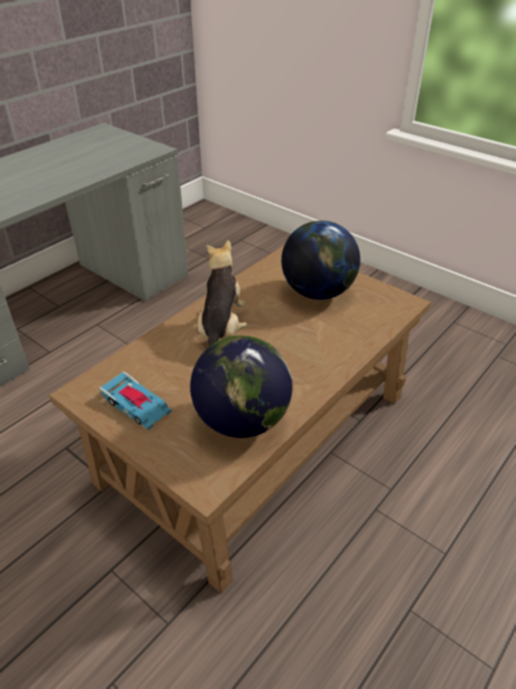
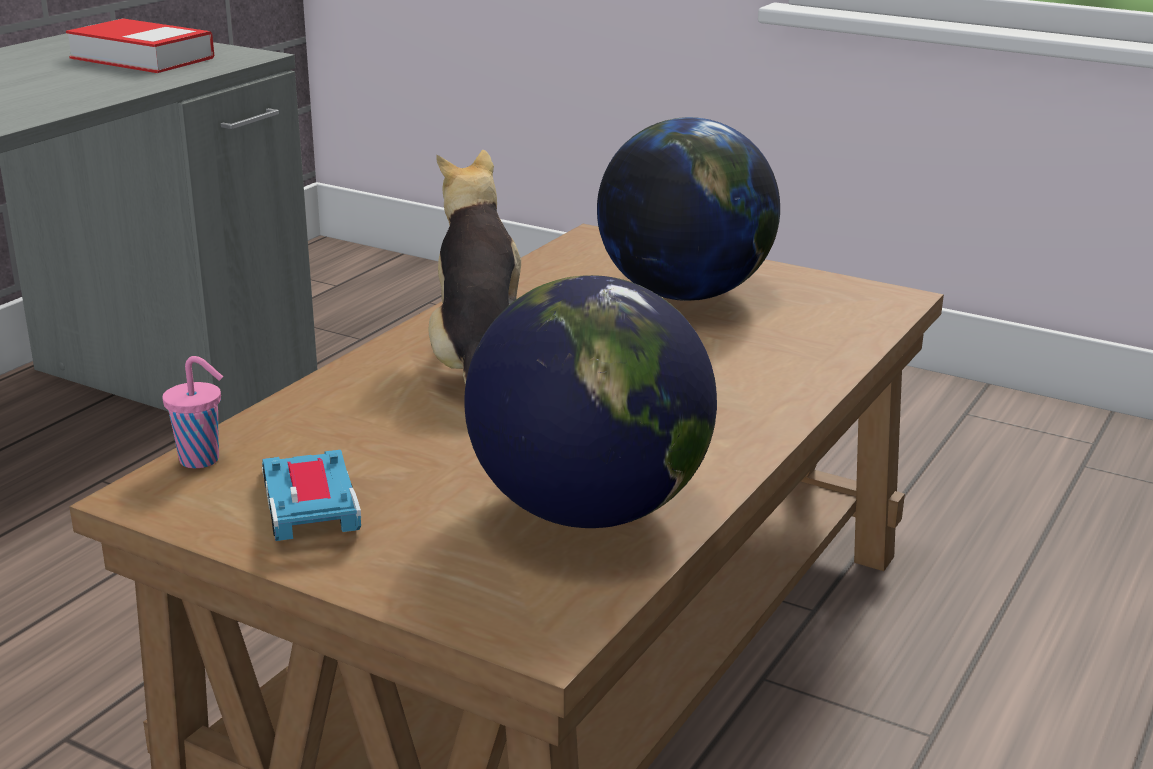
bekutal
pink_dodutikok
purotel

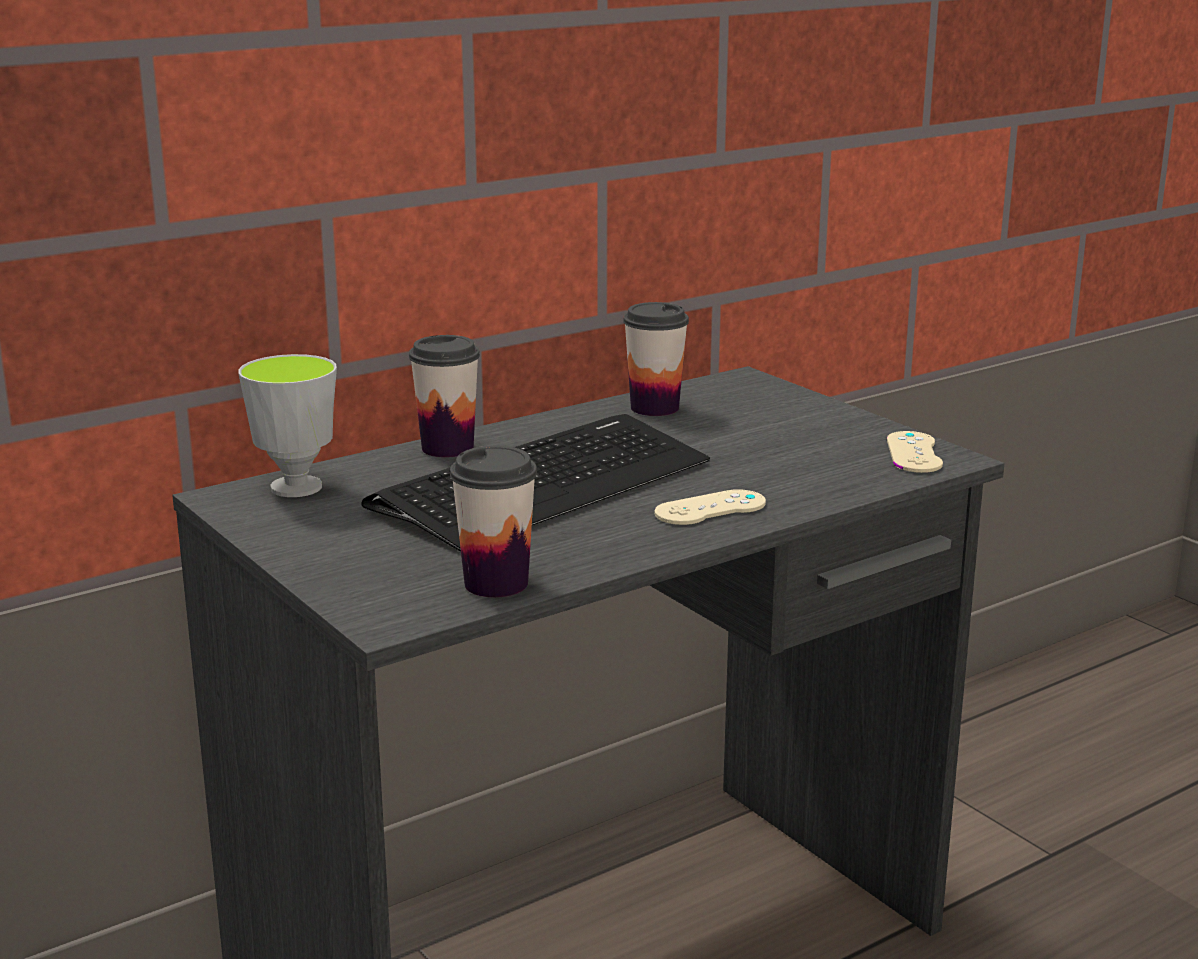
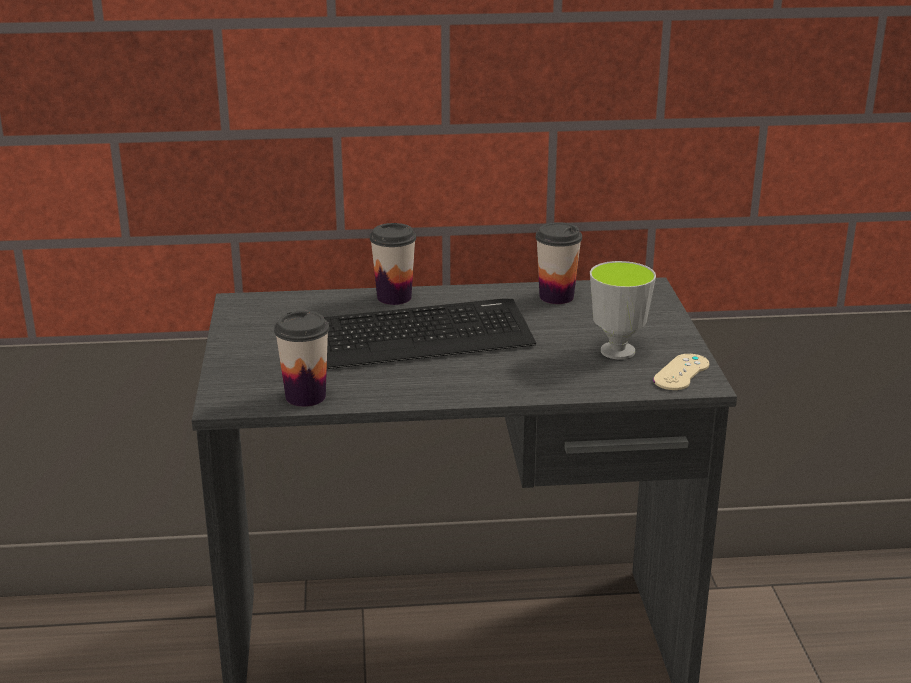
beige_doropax (1st from left in the first image)
dodutikok (4th from left)

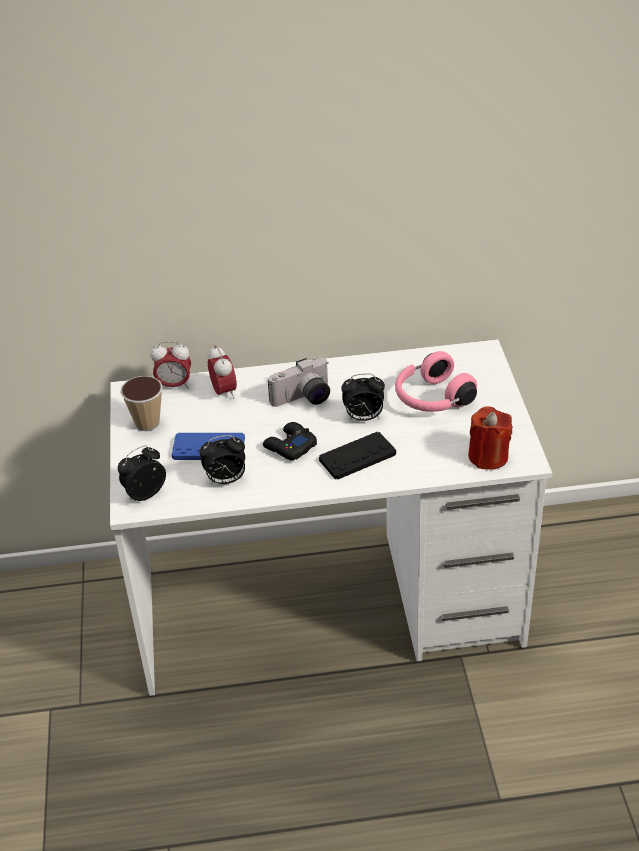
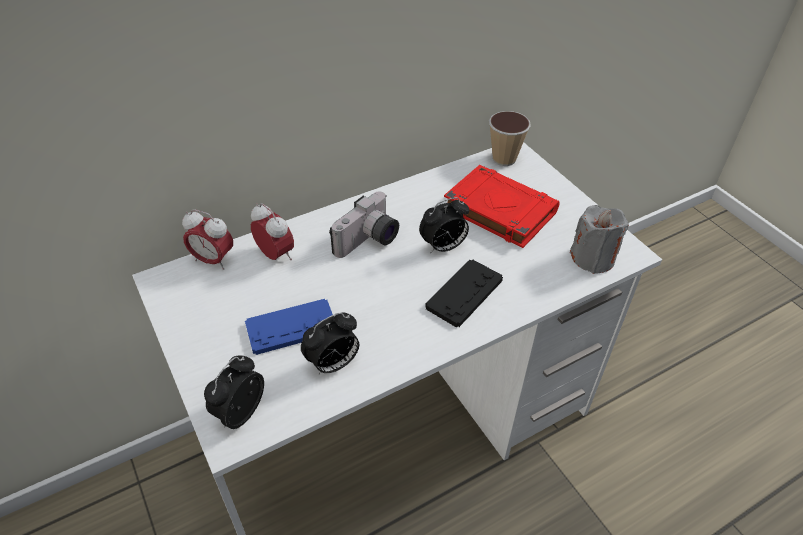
black_doropax (1st from left in the first image)
dodutikok
red_bekutal
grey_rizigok
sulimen (1st from left)

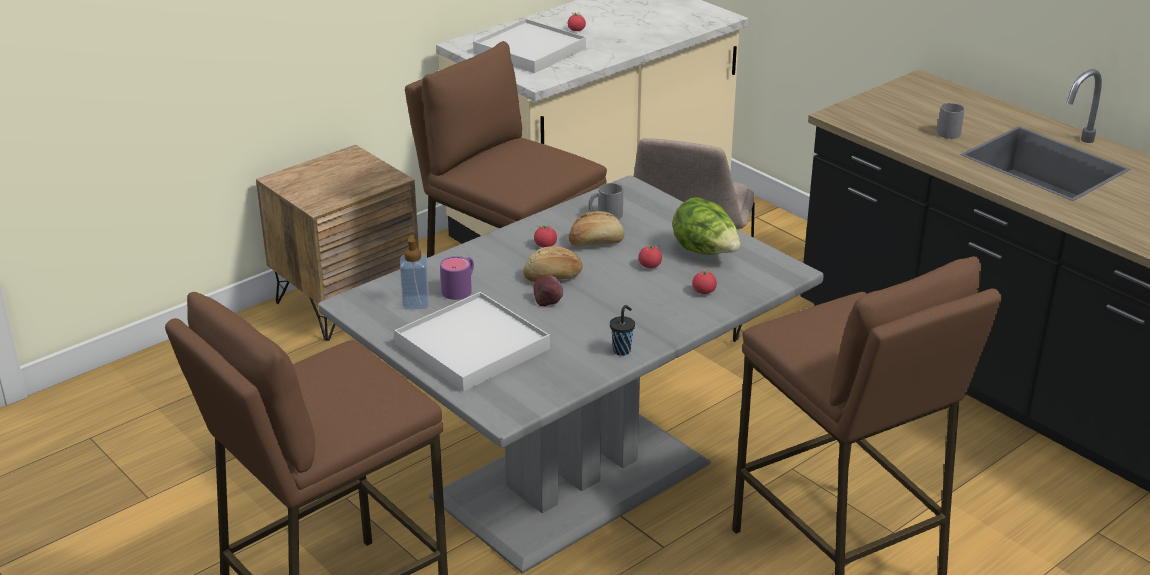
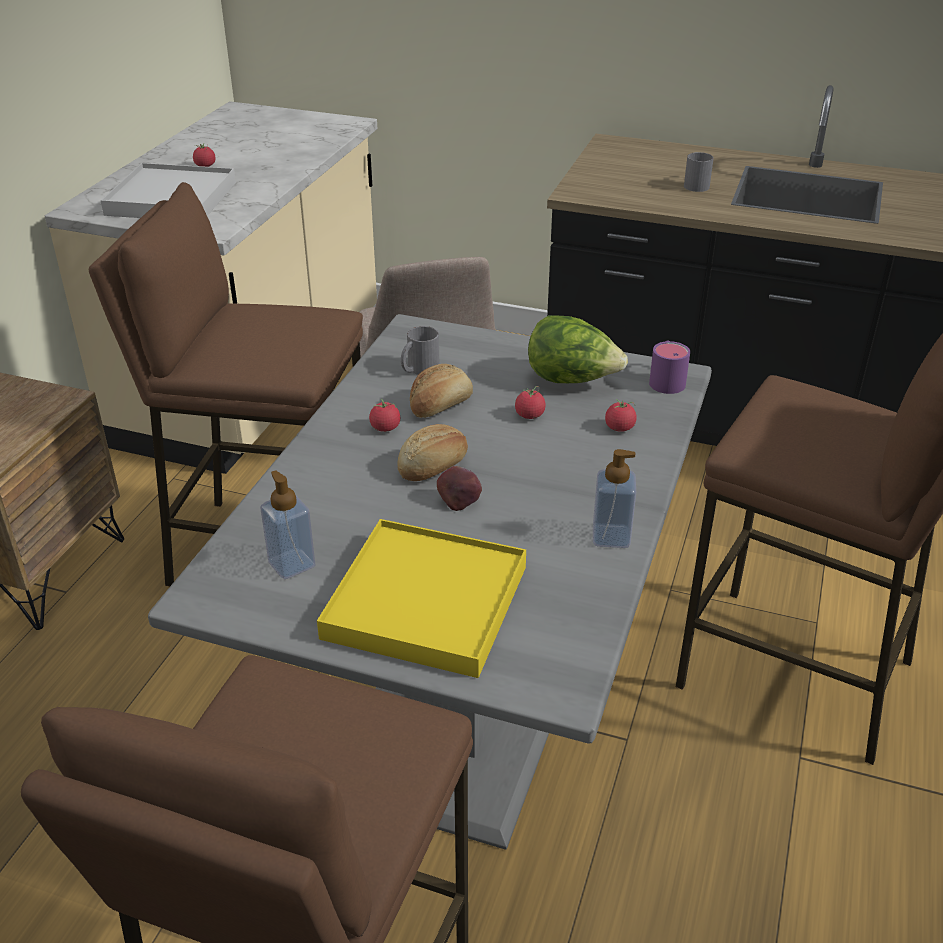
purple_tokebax
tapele (2nd from left)
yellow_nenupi

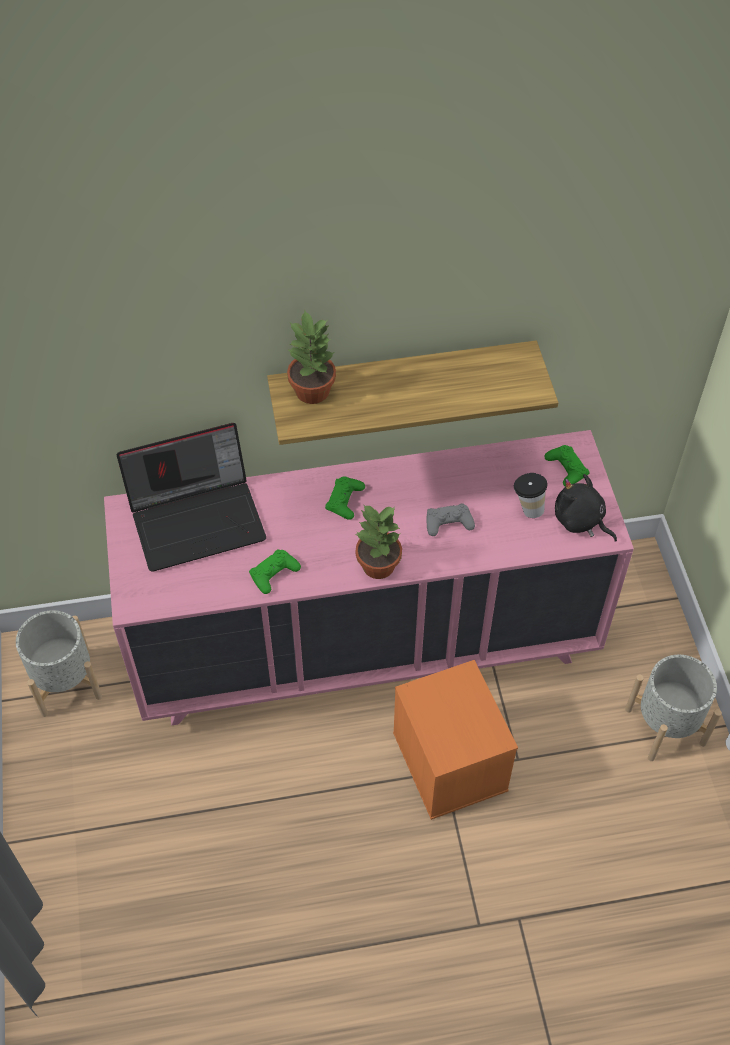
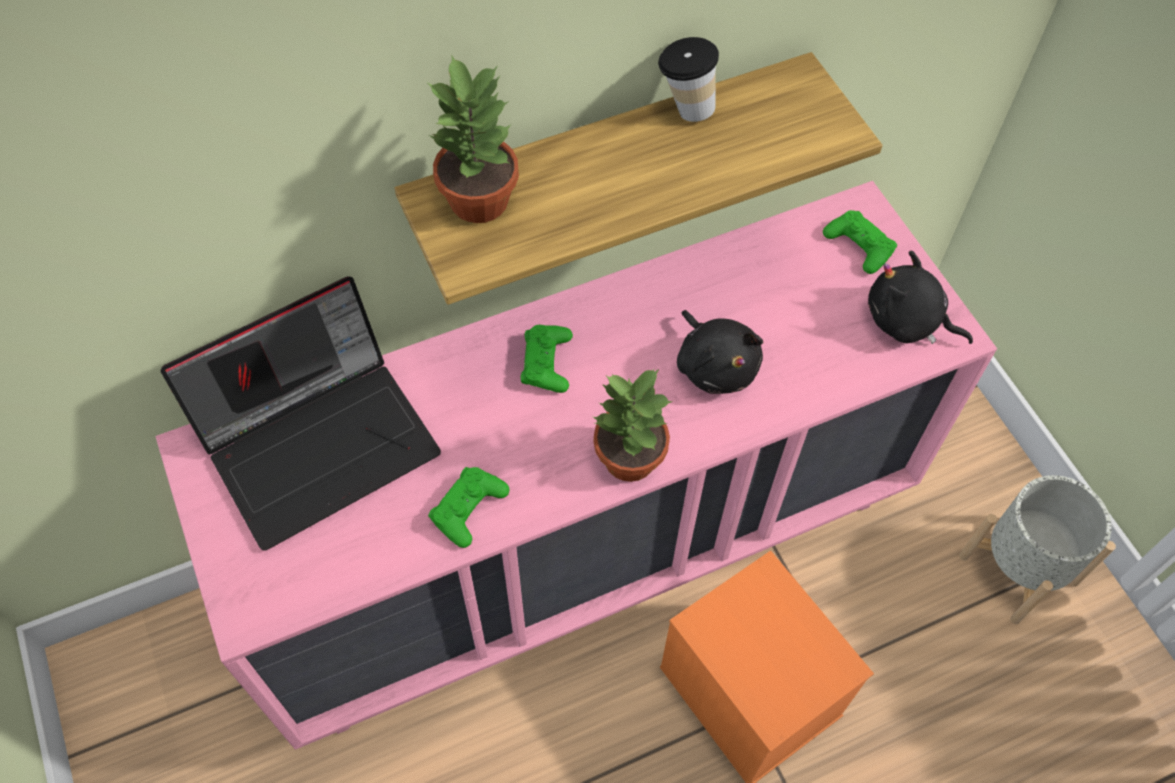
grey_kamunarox (1st from left in the first image)
dodutikok
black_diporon (1st from left)

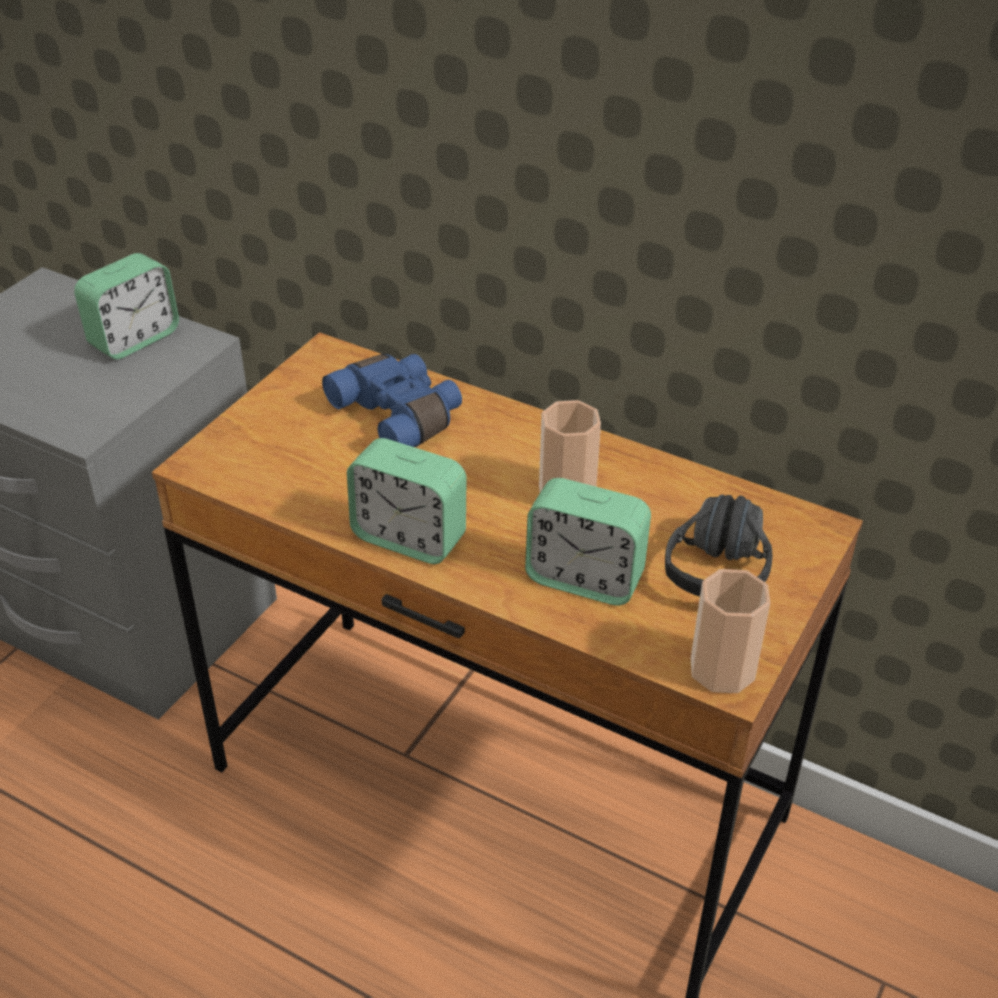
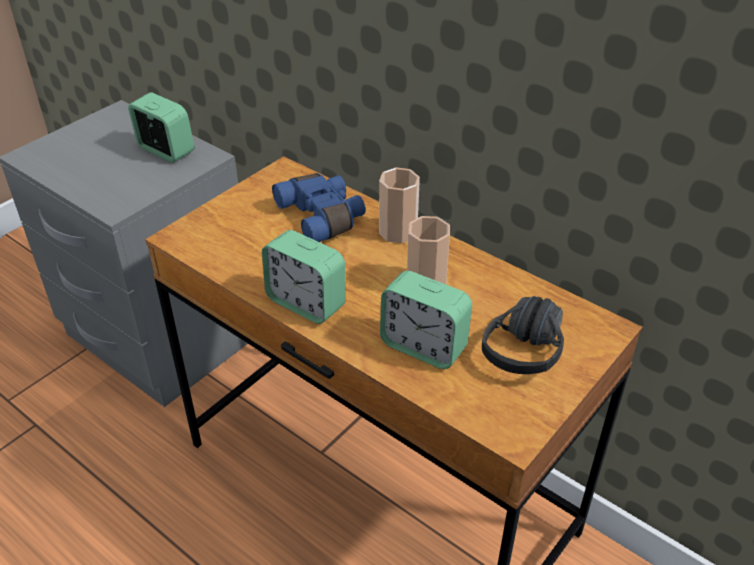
dodutikok (1st from left)
sulimen (1st from left)

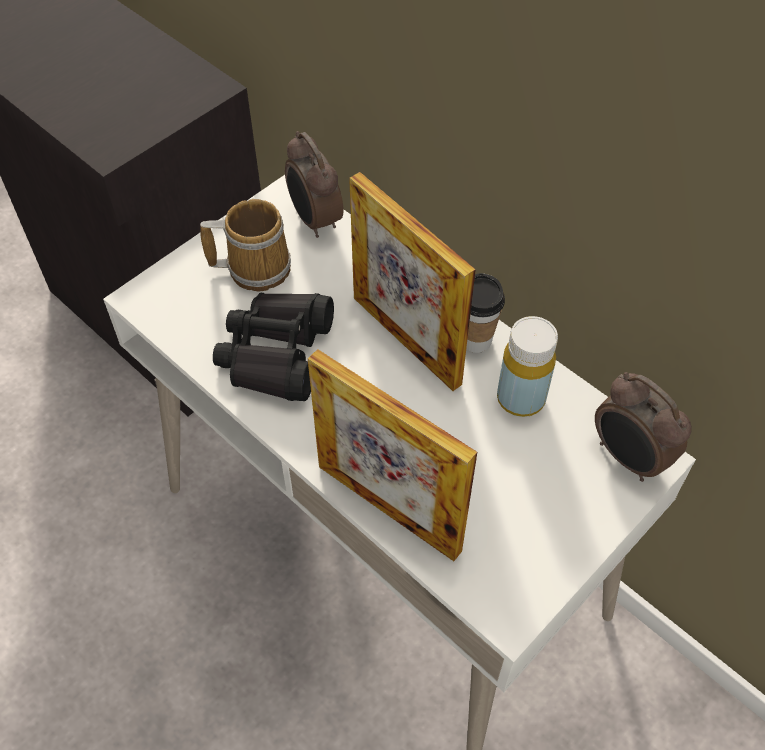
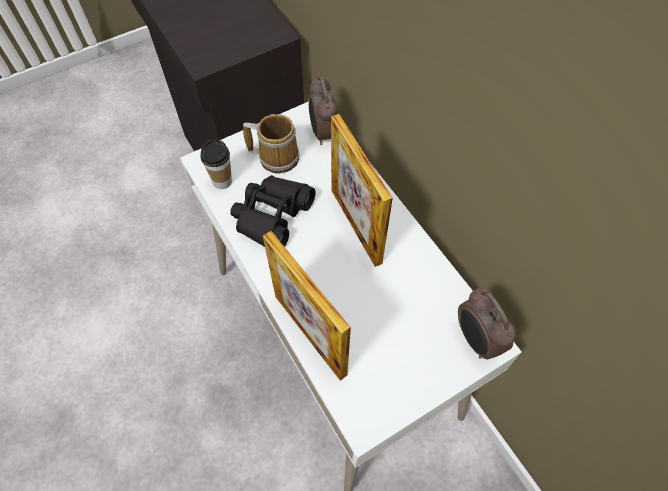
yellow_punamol
dodutikok

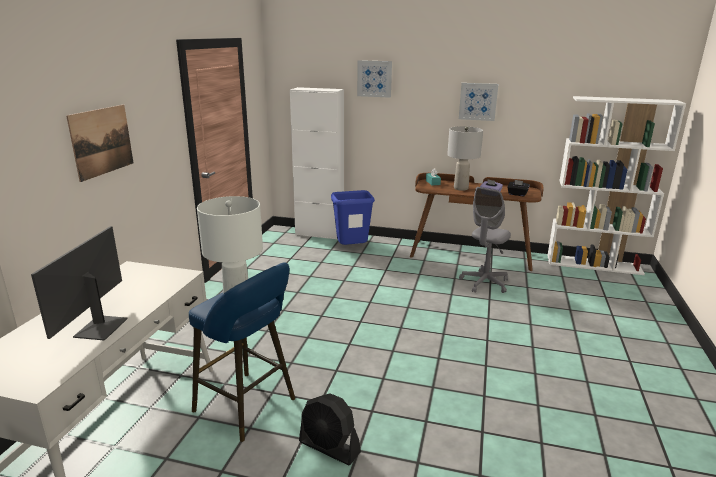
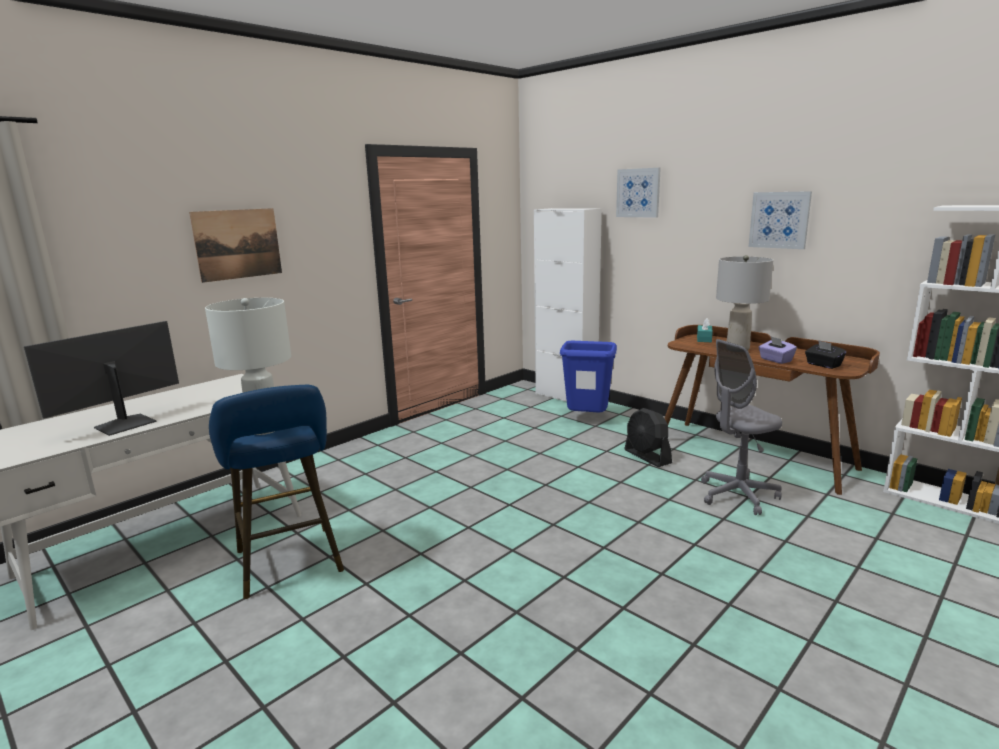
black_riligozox

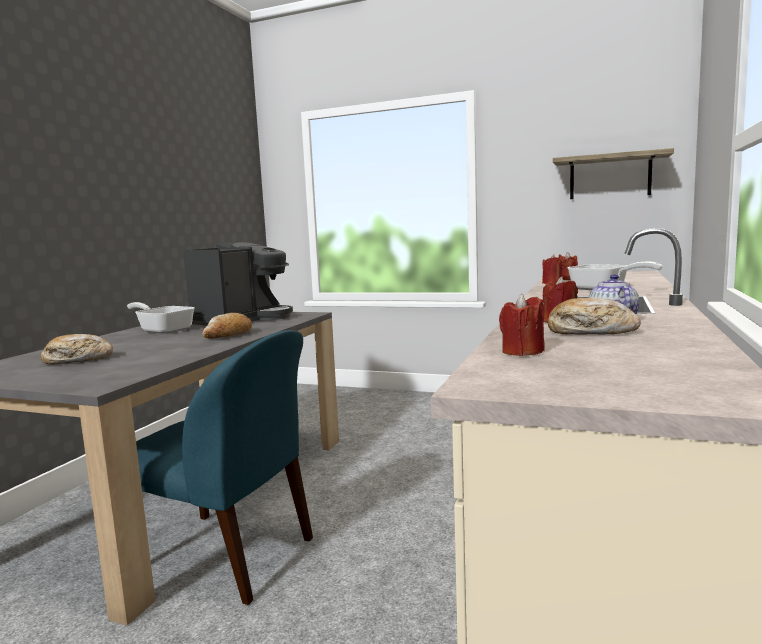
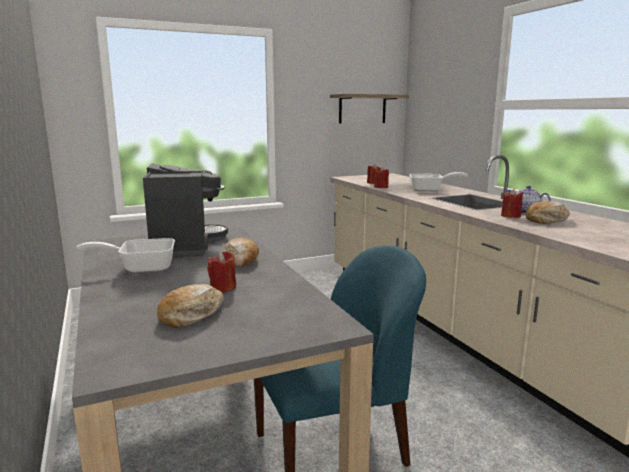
red_rizigok (1st from left)

